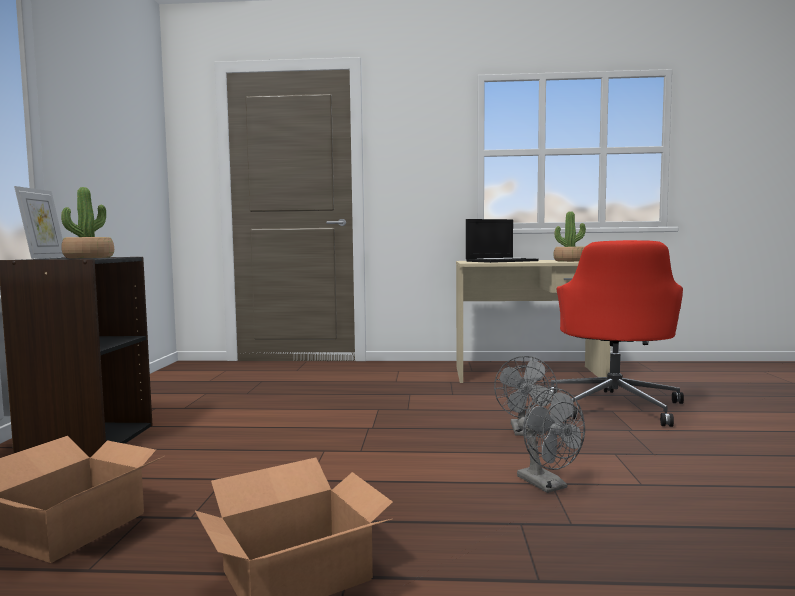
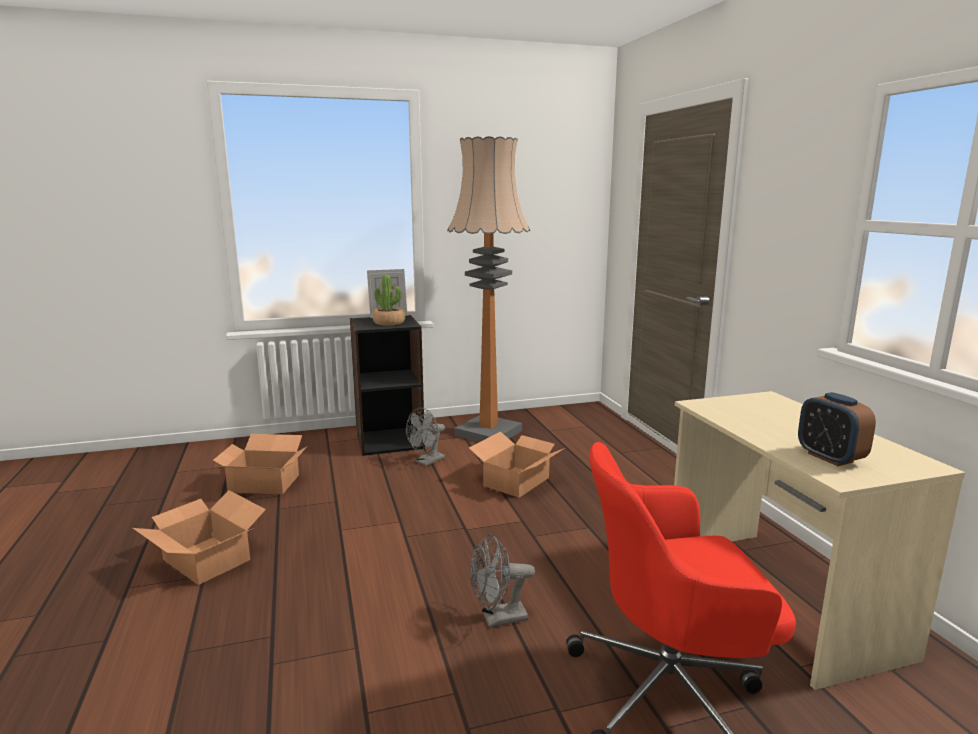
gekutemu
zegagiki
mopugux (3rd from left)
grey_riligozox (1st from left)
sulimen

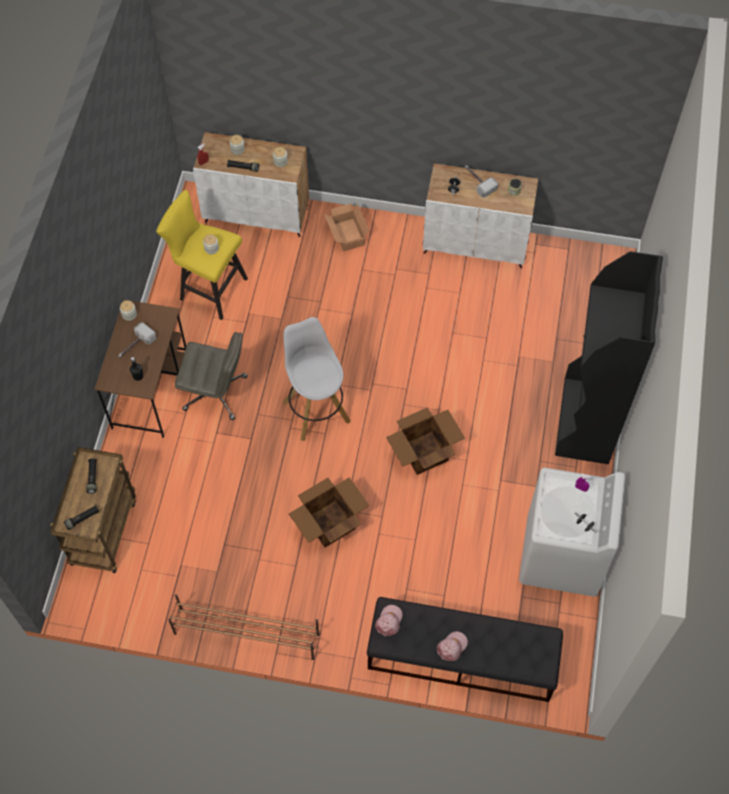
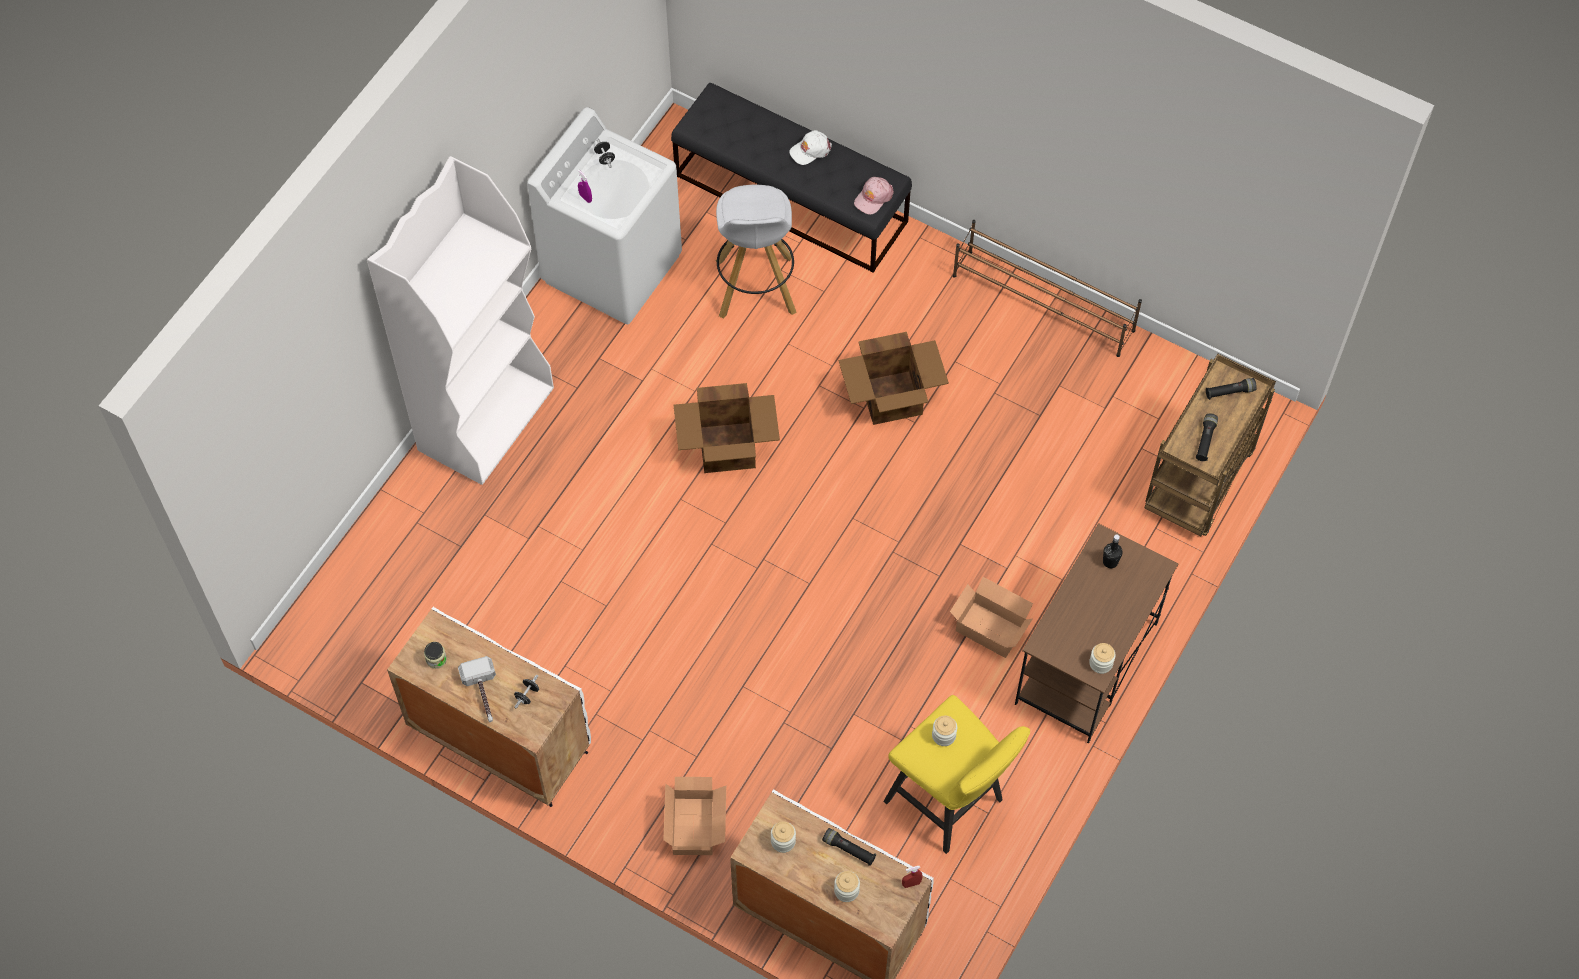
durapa (1st from left in the first image)
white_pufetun
mopugux (4th from left)
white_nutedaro
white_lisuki

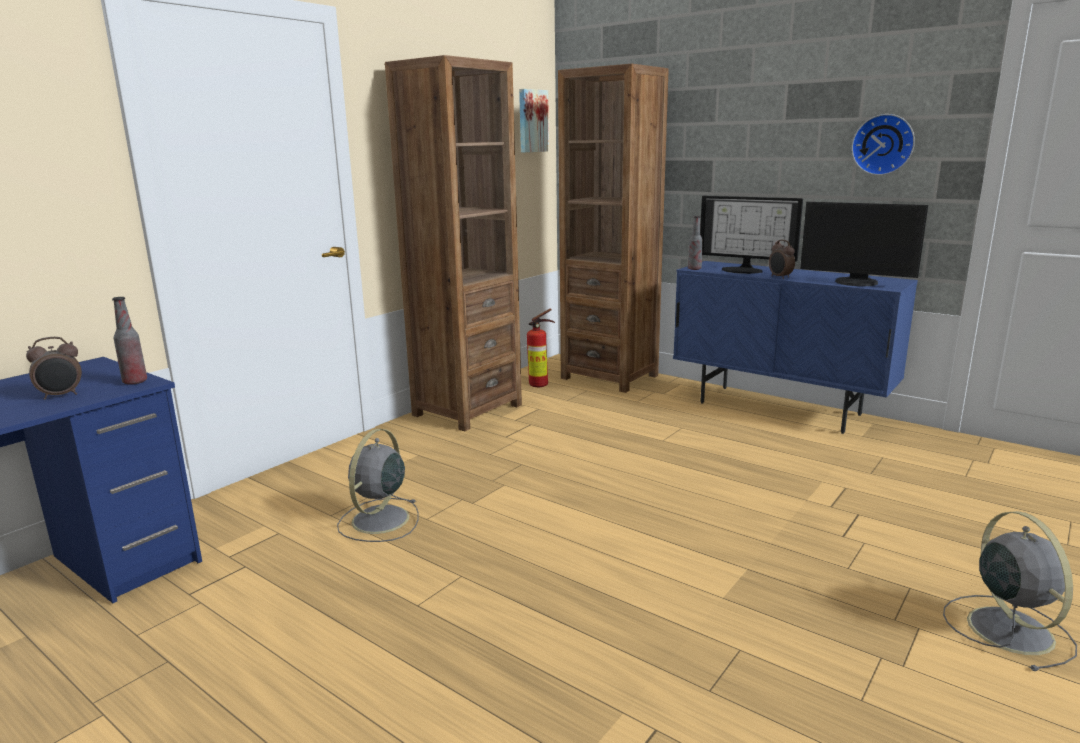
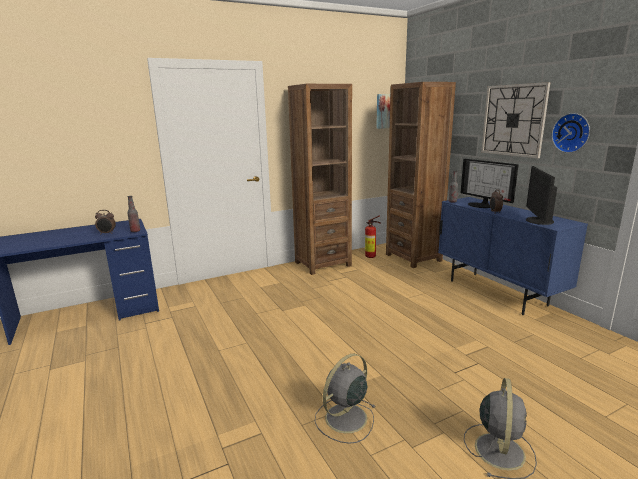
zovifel (1st from left)
grey_riligozox (1st from left)
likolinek (2nd from left)

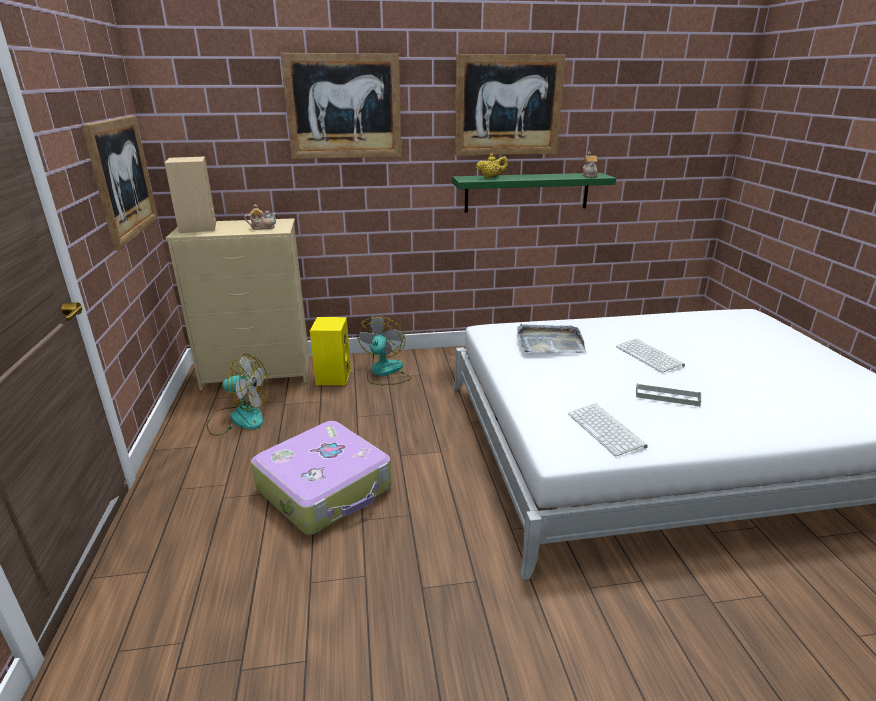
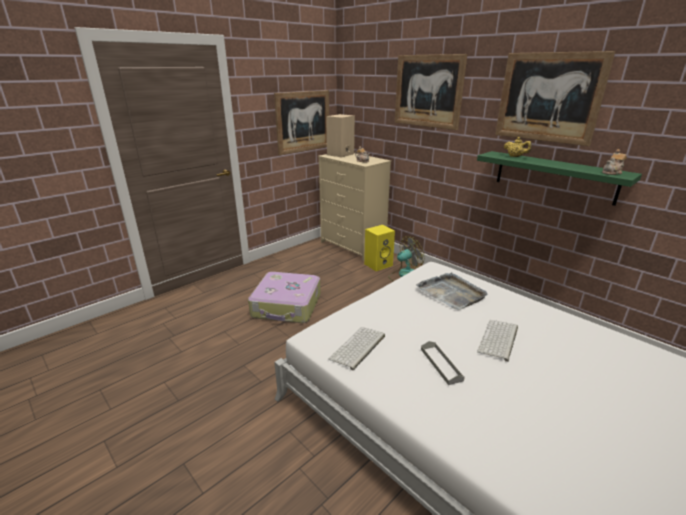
riligozox (1st from left in the first image)

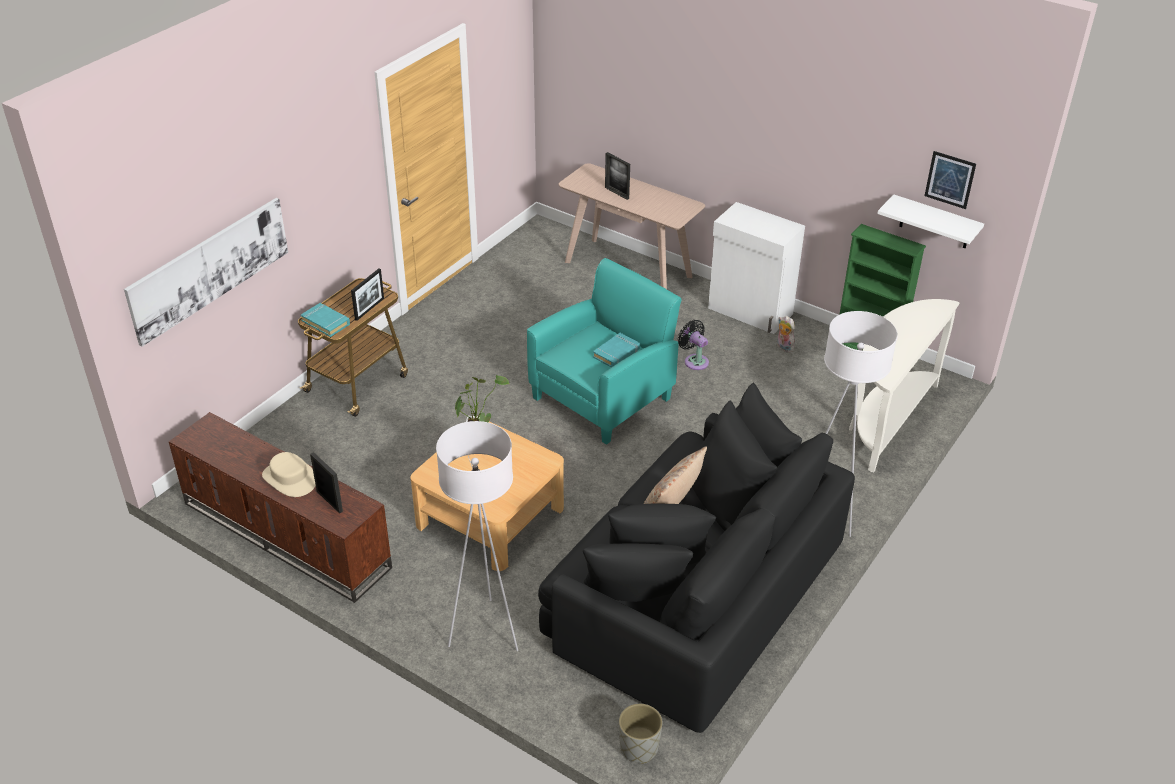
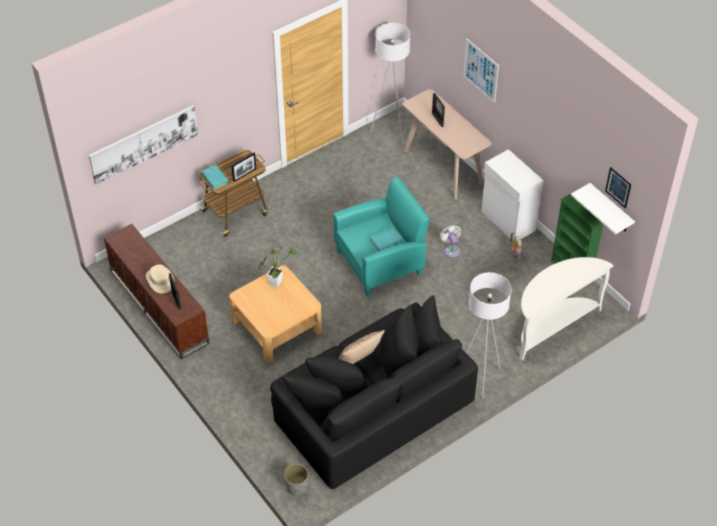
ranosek (2nd from left)
white_zegagiki (1st from left)
white_riligozox

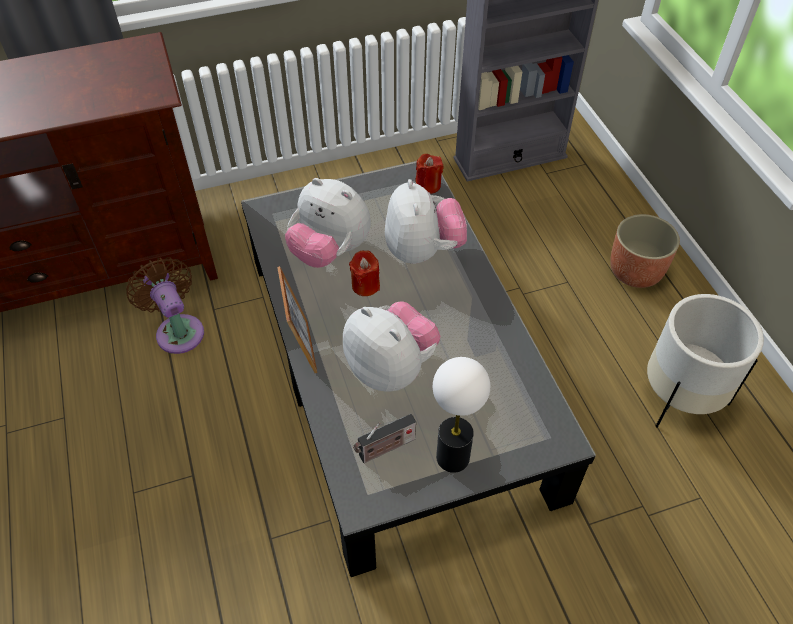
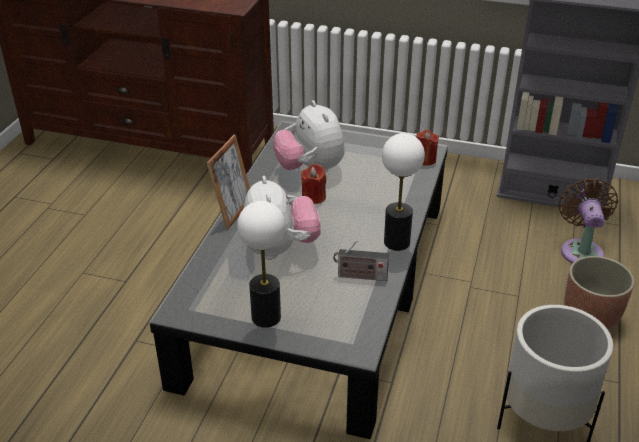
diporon (3rd from left in the first image)
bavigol (2nd from left)
brown_riligozox
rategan

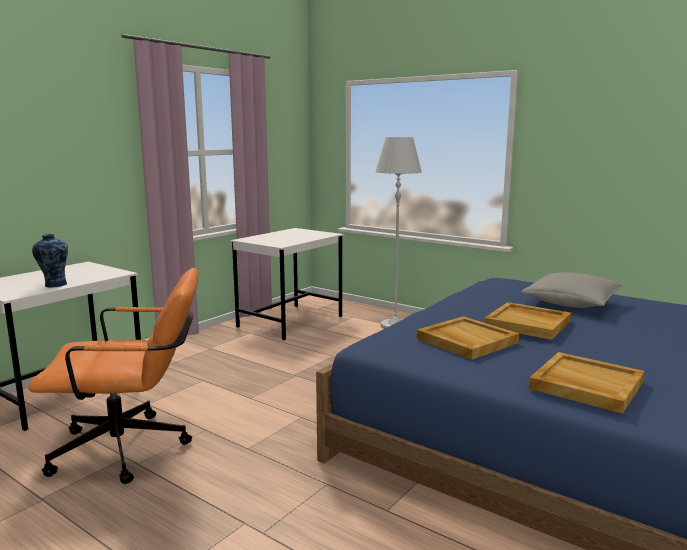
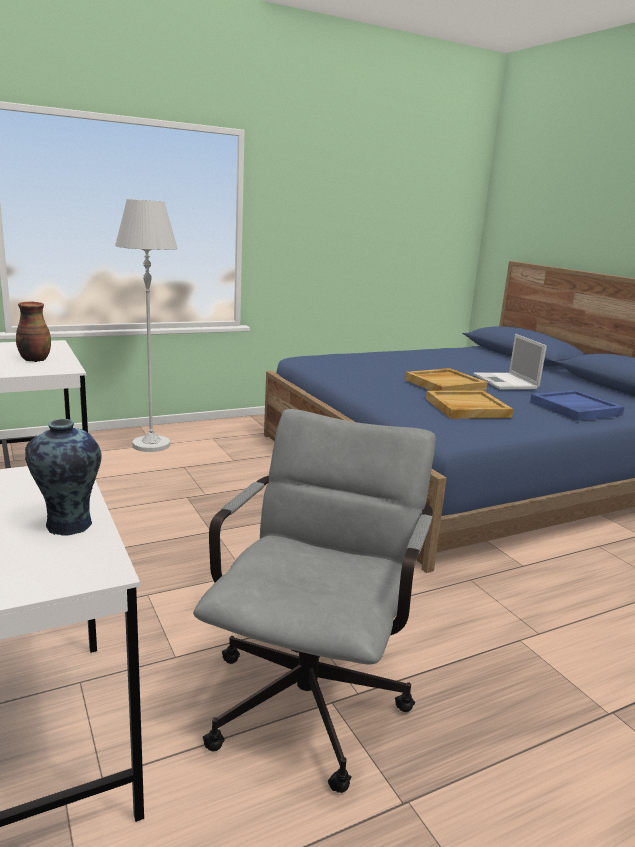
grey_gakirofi
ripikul (1st from left)
gekutemu
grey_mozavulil
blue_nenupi

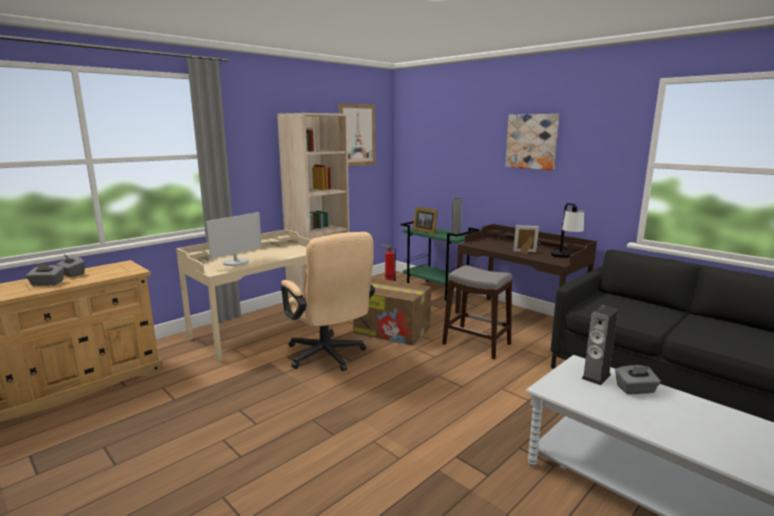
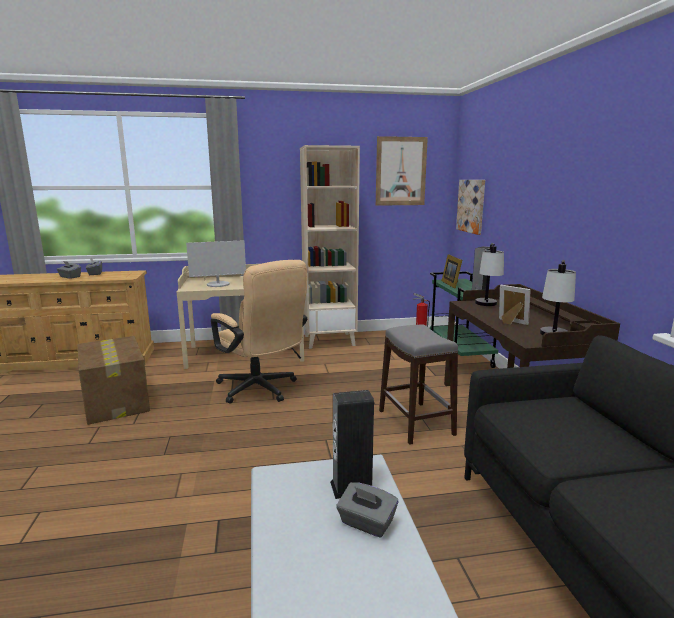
bavigol (1st from left)
mopugux
ranosek (2nd from left)
beige_mozavulil

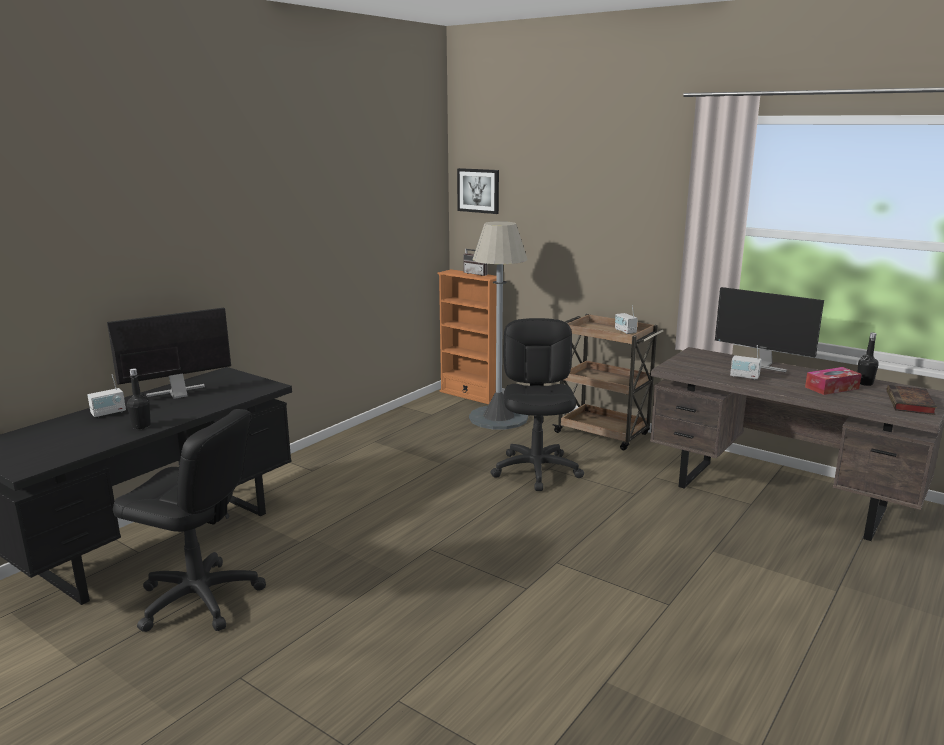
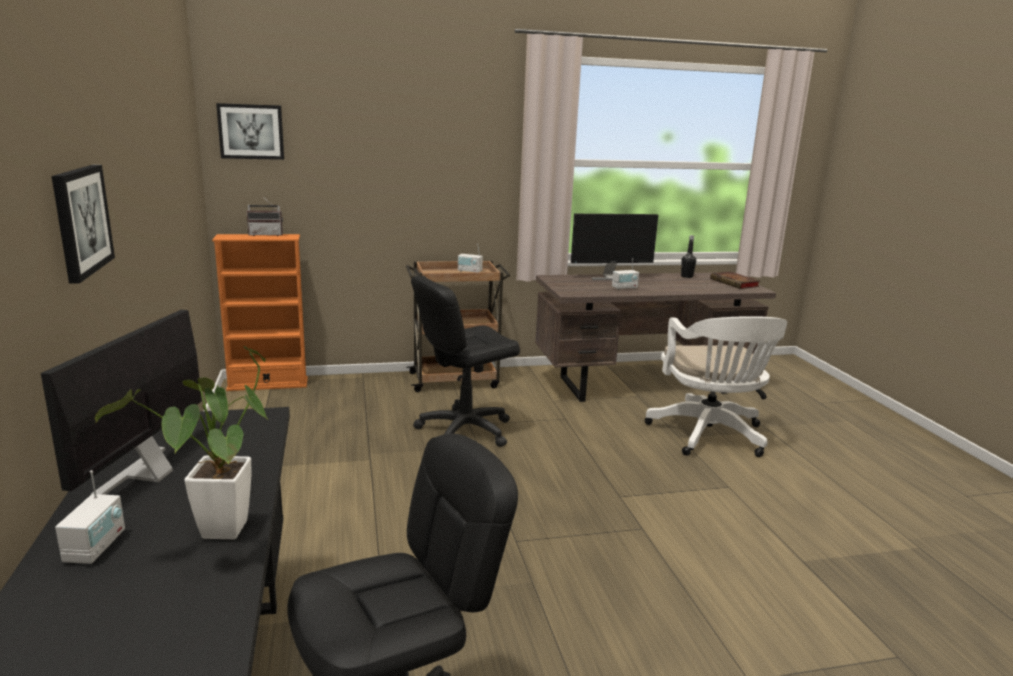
grey_zegagiki
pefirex
ranosek (1st from left)
white_mozavulil
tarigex
black_mozavulil (2nd from left)

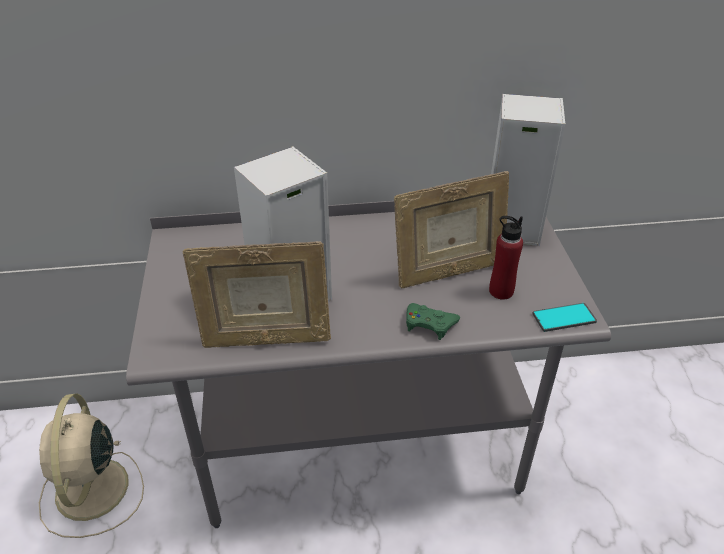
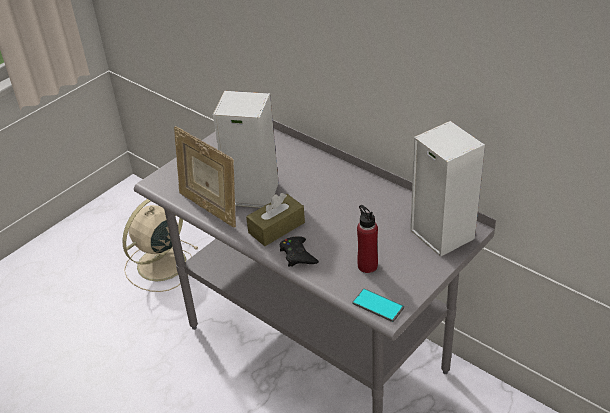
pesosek (2nd from left in the first image)
brown_pefirex
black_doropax

